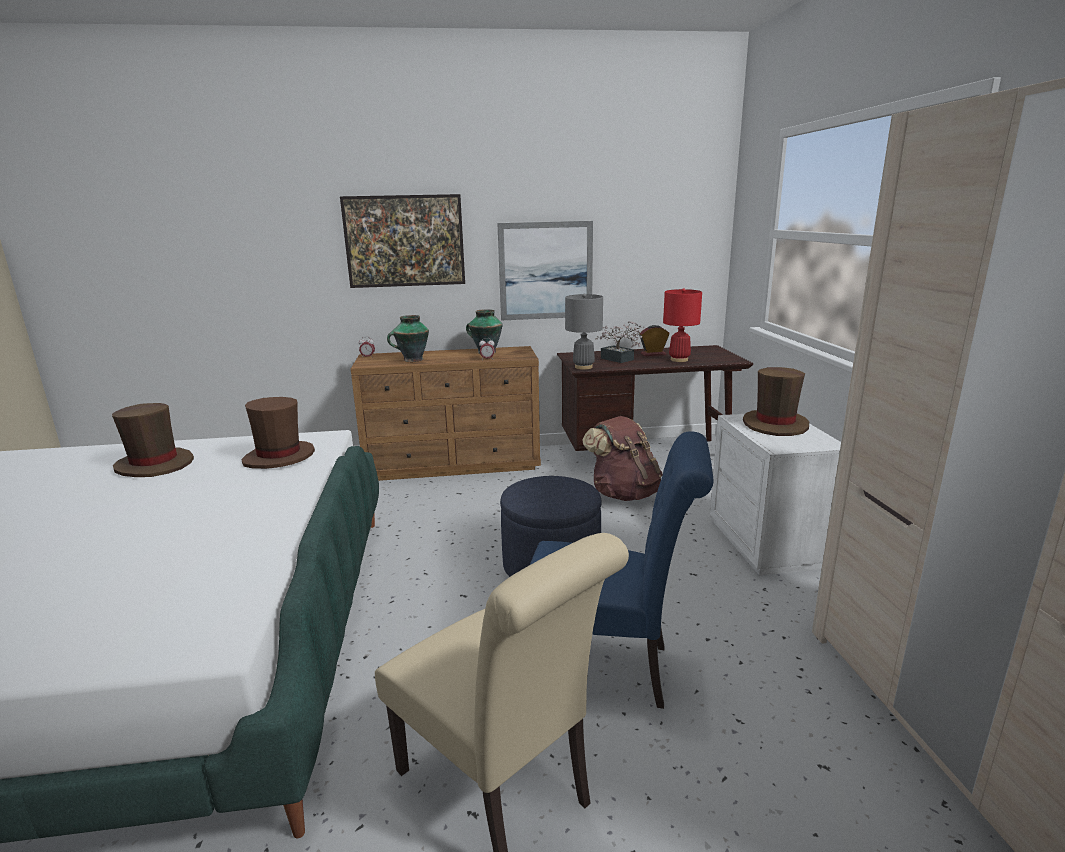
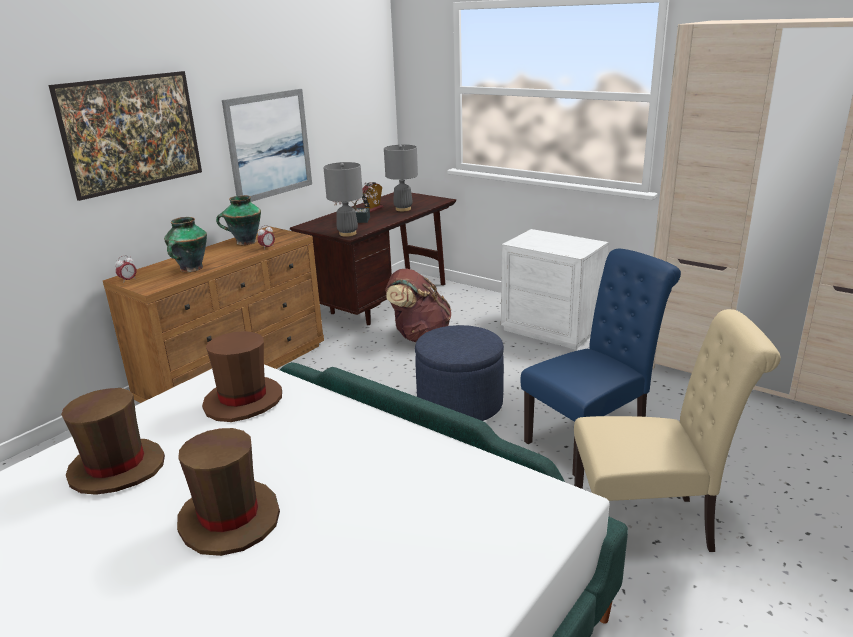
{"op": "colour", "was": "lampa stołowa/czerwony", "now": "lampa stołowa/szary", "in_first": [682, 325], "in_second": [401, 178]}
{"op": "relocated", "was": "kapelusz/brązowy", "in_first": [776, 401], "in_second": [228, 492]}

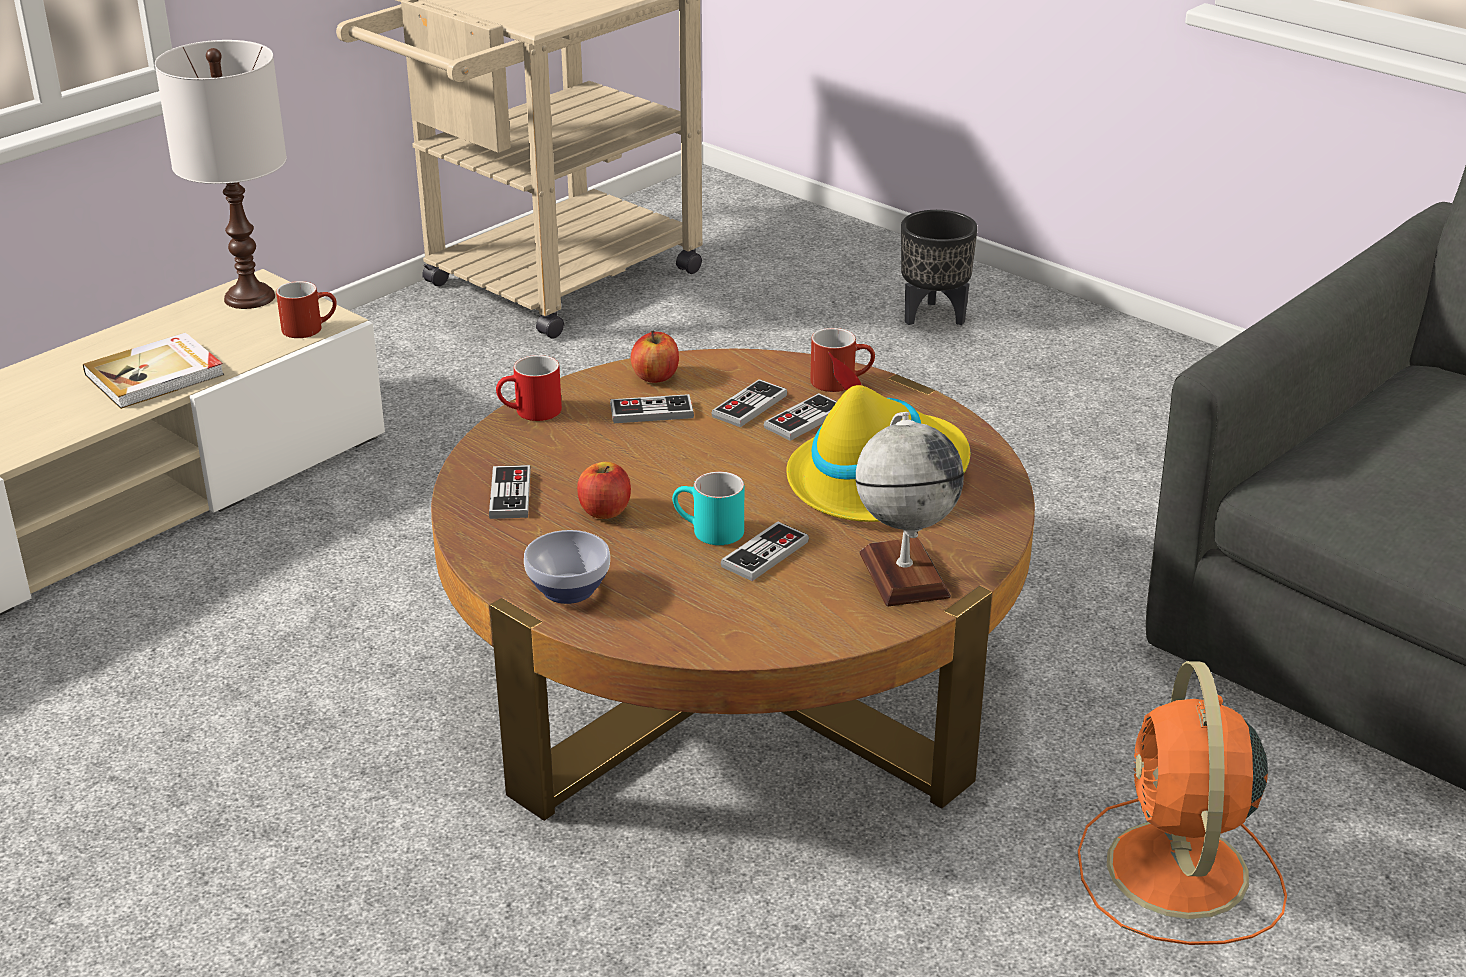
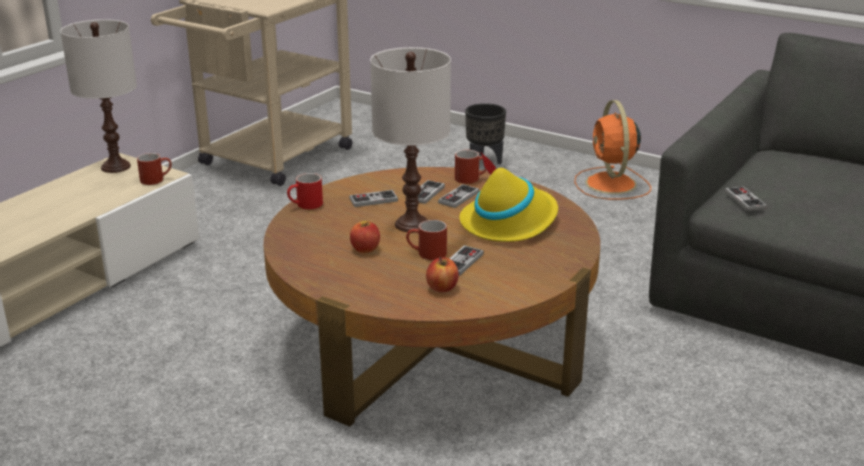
{"op": "missing", "was": "książka", "in_first": [153, 370]}
{"op": "relocated", "was": "pad do gier", "in_first": [510, 492], "in_second": [745, 198]}
{"op": "missing", "was": "miska", "in_first": [567, 567]}
{"op": "relocated", "was": "jabłko", "in_first": [655, 356], "in_second": [442, 274]}
{"op": "colour", "was": "kubek/turkusowy", "now": "kubek/czerwony", "in_first": [708, 508], "in_second": [426, 240]}
{"op": "missing", "was": "globus", "in_first": [910, 509]}
{"op": "relocated", "was": "wentylator/pomarańczowy", "in_first": [1182, 803], "in_second": [612, 150]}
{"op": "appeared", "now": "lampa stołowa/biały", "in_second": [410, 140]}

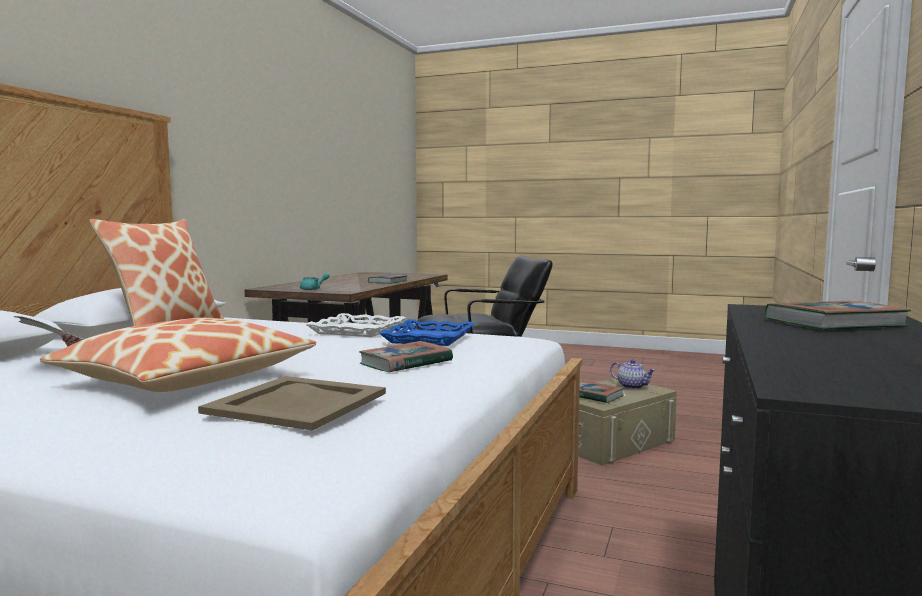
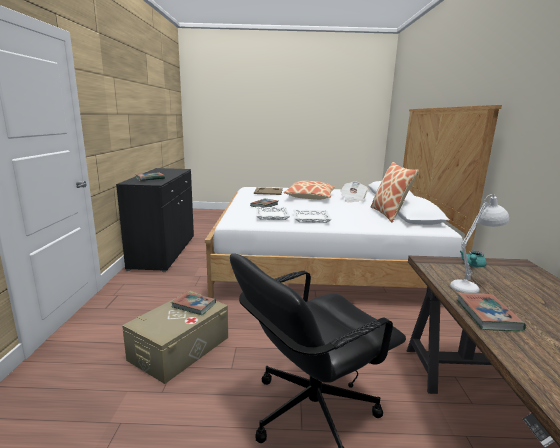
{"op": "colour", "was": "taca/niebieski", "now": "taca/biały", "in_first": [427, 332], "in_second": [273, 213]}
{"op": "missing", "was": "imbryk", "in_first": [633, 374]}
{"op": "appeared", "now": "lampa stołowa/biały", "in_second": [479, 243]}

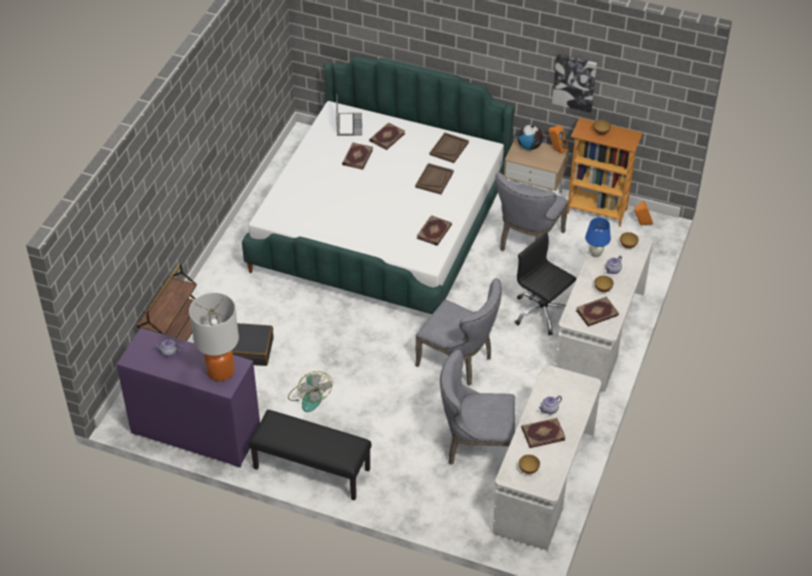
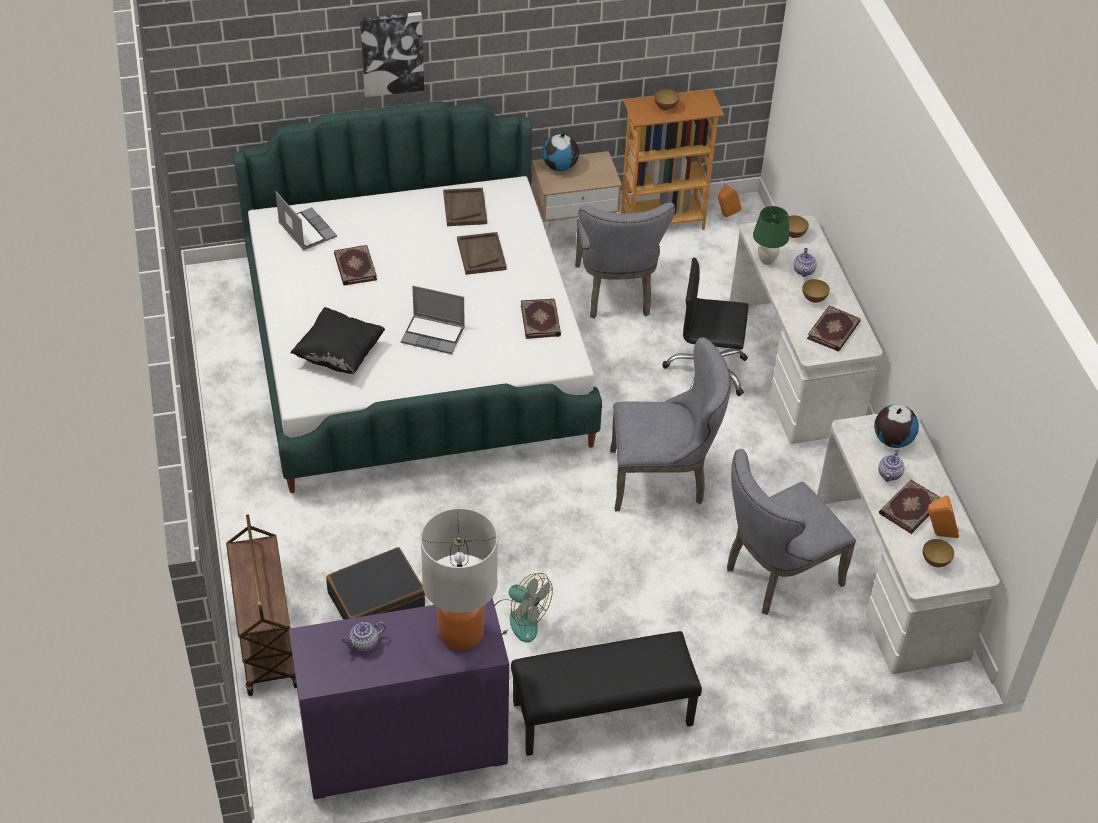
{"op": "missing", "was": "książka", "in_first": [387, 136]}
{"op": "relocated", "was": "głośnik/pomarańczowy", "in_first": [558, 139], "in_second": [943, 516]}
{"op": "relocated", "was": "obraz", "in_first": [574, 83], "in_second": [392, 54]}
{"op": "colour", "was": "lampa stołowa/niebieski", "now": "lampa stołowa/zielony", "in_first": [598, 238], "in_second": [771, 235]}
{"op": "appeared", "now": "poduszka/czarny", "in_second": [337, 340]}
{"op": "appeared", "now": "laptop", "in_second": [433, 320]}
{"op": "appeared", "now": "globus", "in_second": [896, 426]}

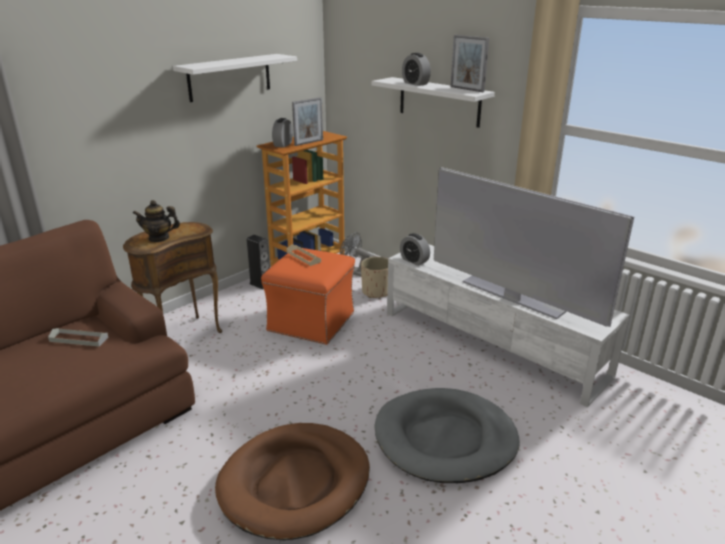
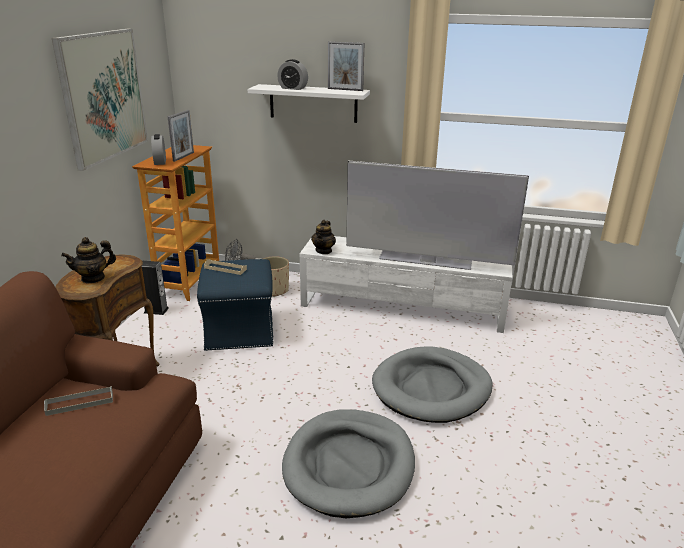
{"op": "exchanged", "was": "półka/biały", "now": "obraz", "in_first": [235, 78], "in_second": [100, 100]}
{"op": "colour", "was": "legowisko/brązowy", "now": "legowisko/szary", "in_first": [292, 481], "in_second": [348, 463]}
{"op": "colour", "was": "pufa/pomarańczowy", "now": "pufa/niebieski", "in_first": [308, 296], "in_second": [235, 305]}
{"op": "exchanged", "was": "budzik", "now": "imbryk", "in_first": [415, 249], "in_second": [323, 237]}

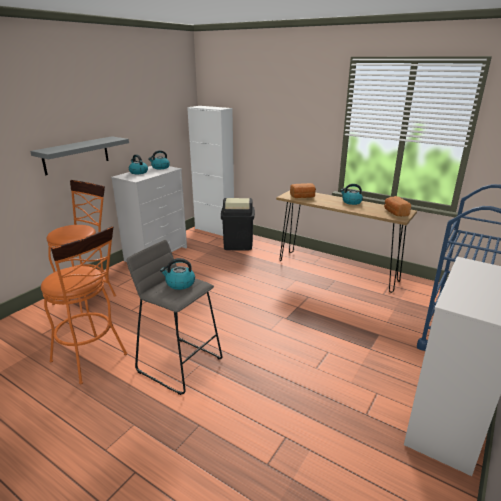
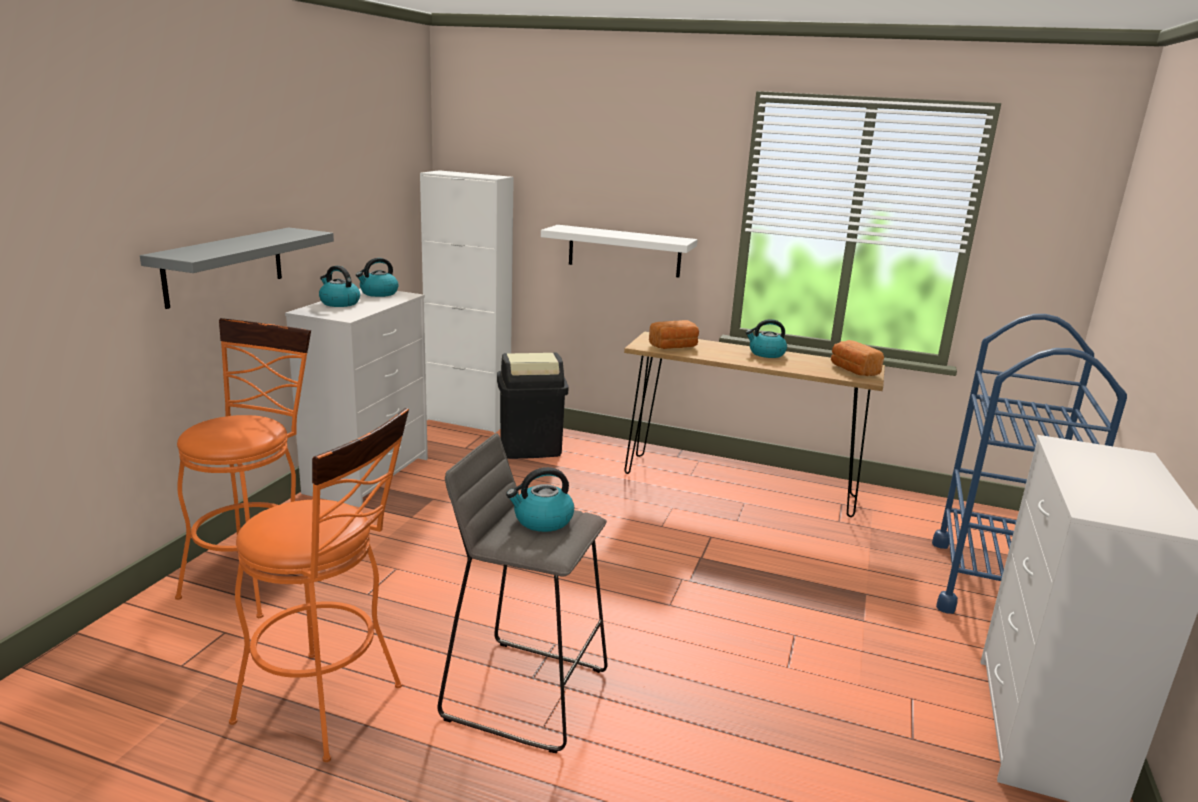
{"op": "appeared", "now": "półka/biały", "in_second": [619, 251]}

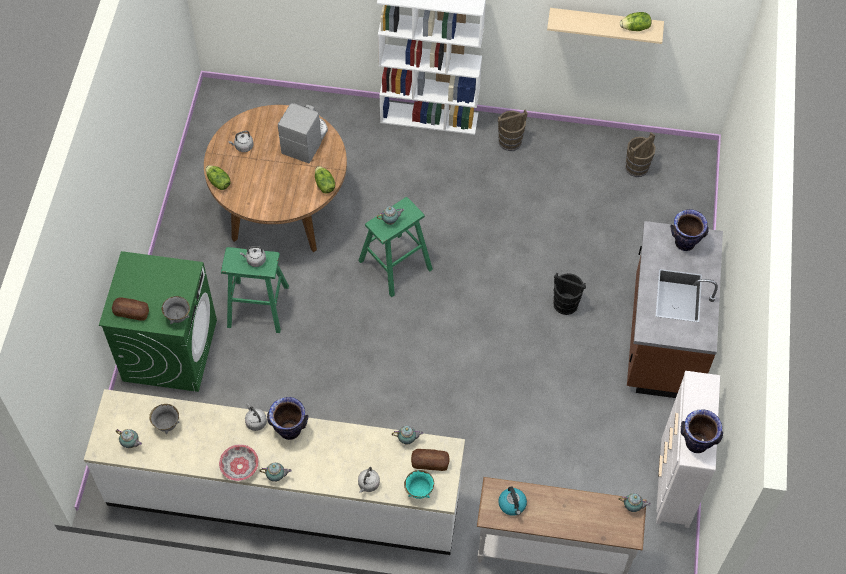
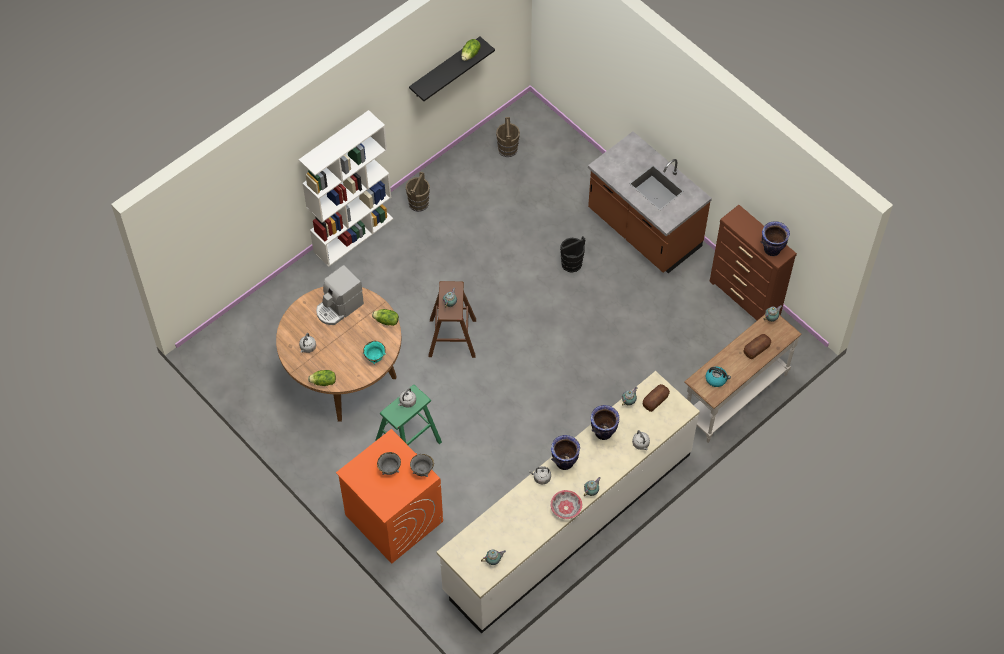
{"op": "colour", "was": "pralka/zielony", "now": "pralka/pomarańczowy", "in_first": [158, 321], "in_second": [389, 496]}
{"op": "relocated", "was": "chleb", "in_first": [130, 309], "in_second": [757, 346]}
{"op": "relocated", "was": "miska/szary", "in_first": [164, 419], "in_second": [389, 463]}
{"op": "spun", "was": "ekspres do kawy", "in_first": [303, 133], "in_second": [340, 295], "clockwise": -105}
{"op": "colour", "was": "stołek/zielony", "now": "stołek/brązowy", "in_first": [395, 247], "in_second": [452, 319]}
{"op": "relocated", "was": "miska/turkusowy", "in_first": [419, 484], "in_second": [374, 353]}
{"op": "colour", "was": "półka/beżowy", "now": "półka/czarny", "in_first": [605, 26], "in_second": [452, 69]}
{"op": "colour", "was": "komoda/biały", "now": "komoda/brązowy", "in_first": [688, 449], "in_second": [753, 262]}
{"op": "relocated", "was": "wazon", "in_first": [689, 230], "in_second": [605, 422]}

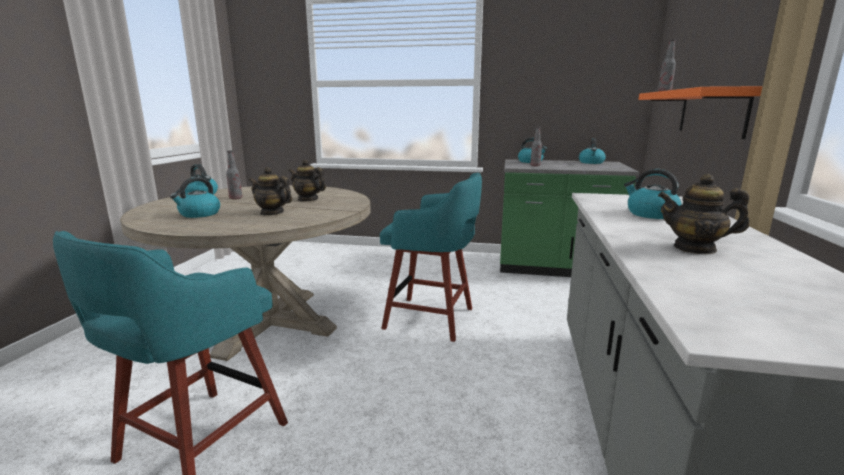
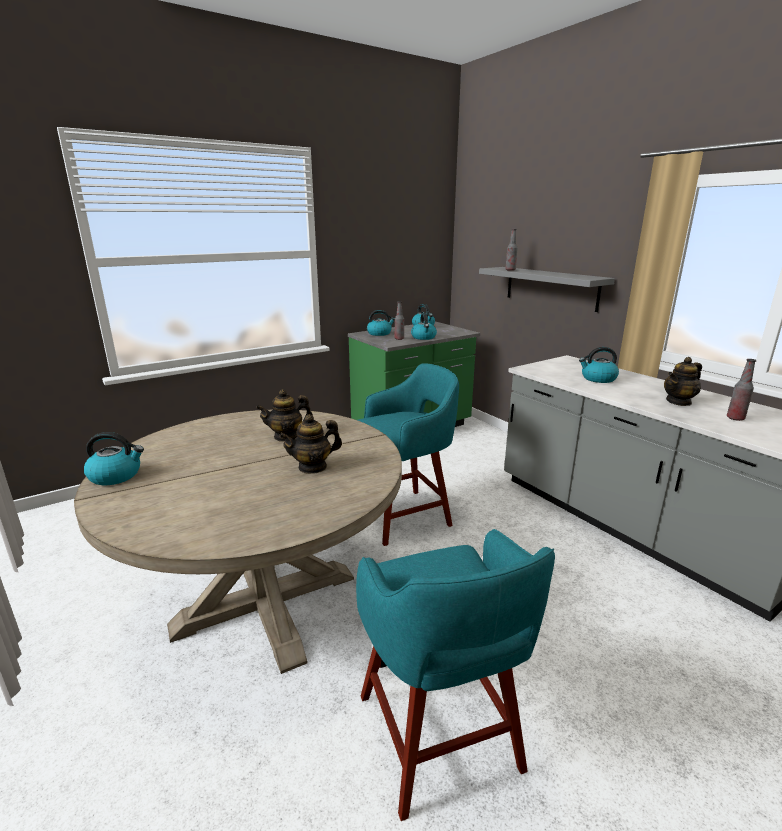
{"op": "relocated", "was": "czajnik", "in_first": [195, 197], "in_second": [424, 326]}
{"op": "relocated", "was": "butelka", "in_first": [234, 174], "in_second": [741, 390]}
{"op": "colour", "was": "półka/pomarańczowy", "now": "półka/szary", "in_first": [700, 112], "in_second": [547, 289]}

